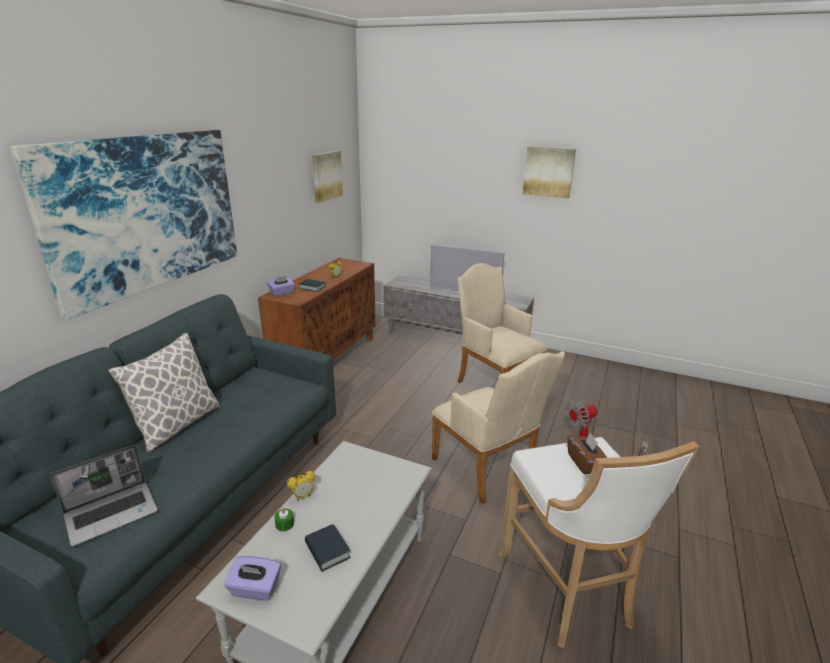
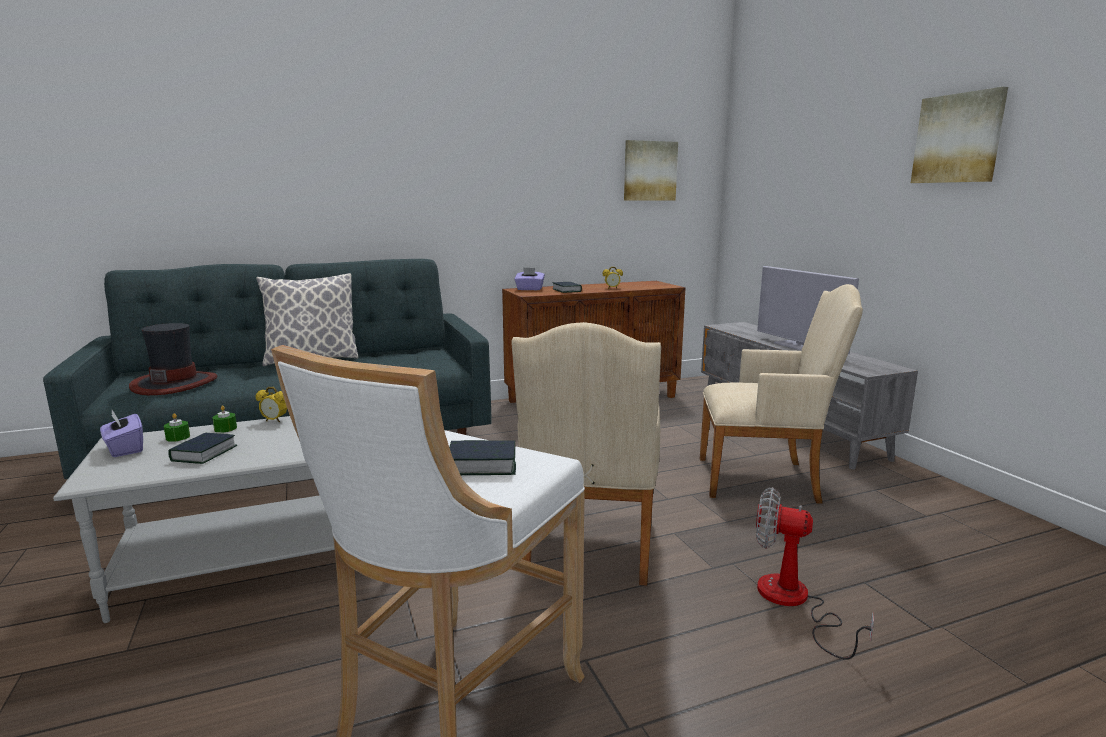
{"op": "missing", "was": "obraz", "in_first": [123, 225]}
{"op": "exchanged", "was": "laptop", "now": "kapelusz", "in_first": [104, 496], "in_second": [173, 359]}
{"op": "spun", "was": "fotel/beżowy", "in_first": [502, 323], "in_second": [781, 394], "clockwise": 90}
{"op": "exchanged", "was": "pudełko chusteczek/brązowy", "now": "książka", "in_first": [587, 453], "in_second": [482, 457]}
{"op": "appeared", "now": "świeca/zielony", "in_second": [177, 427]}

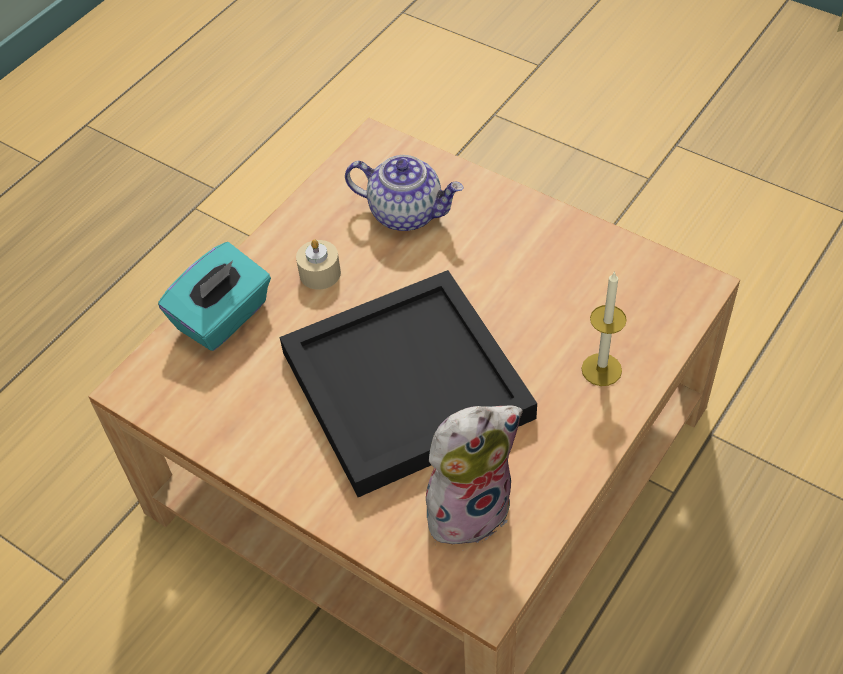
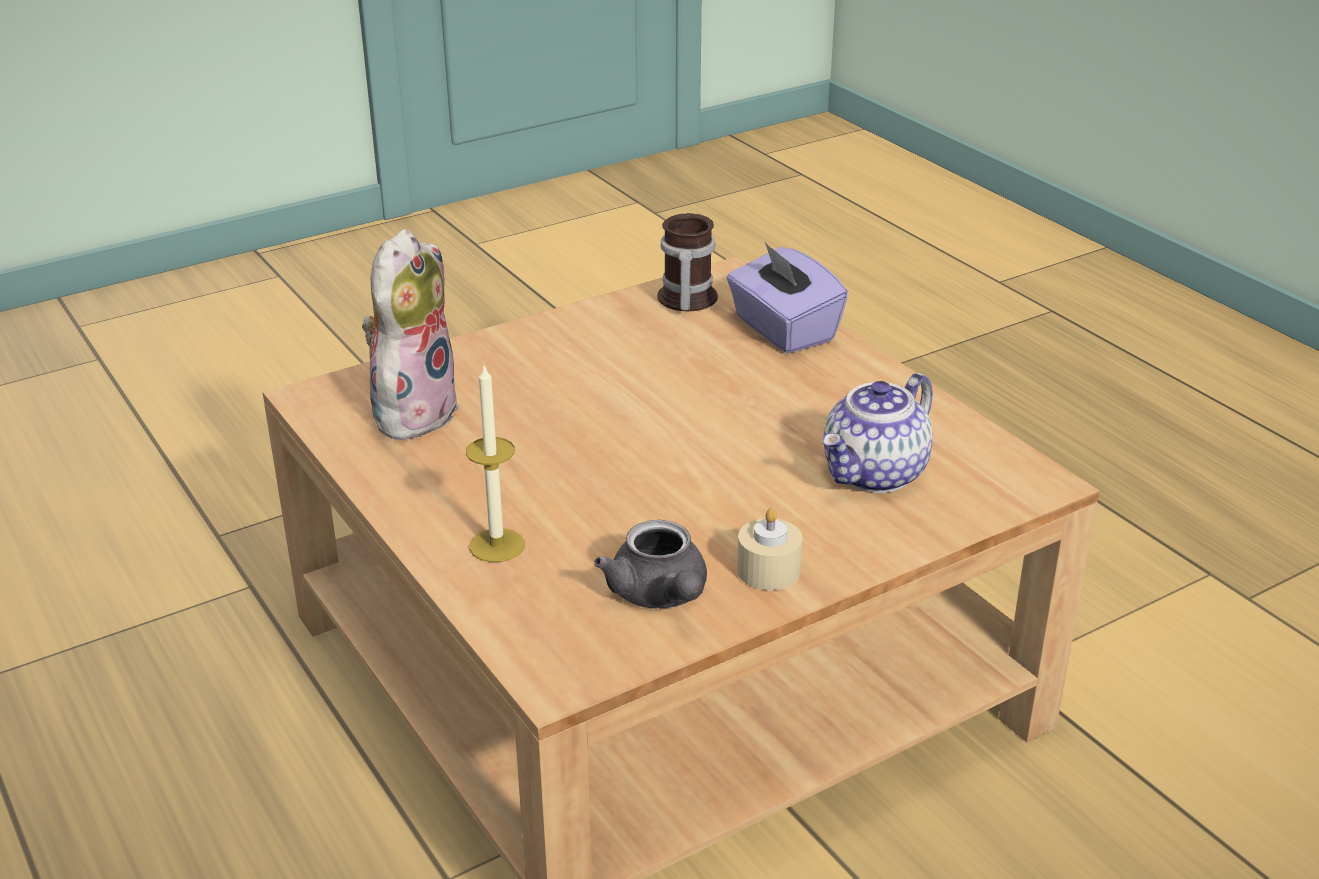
{"op": "colour", "was": "pudełko chusteczek/turkusowy", "now": "pudełko chusteczek/fioletowy", "in_first": [214, 296], "in_second": [787, 297]}
{"op": "missing", "was": "taca/czarny", "in_first": [408, 383]}
{"op": "relocated", "was": "świeca/beżowy", "in_first": [318, 264], "in_second": [769, 549]}
{"op": "spun", "was": "pluszak", "in_first": [474, 478], "in_second": [411, 336], "clockwise": -150}
{"op": "appeared", "now": "imbryk/szary", "in_second": [650, 564]}
{"op": "appeared", "now": "kubek", "in_second": [687, 262]}

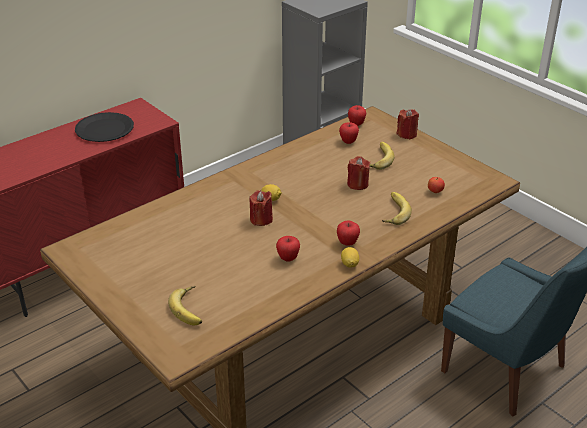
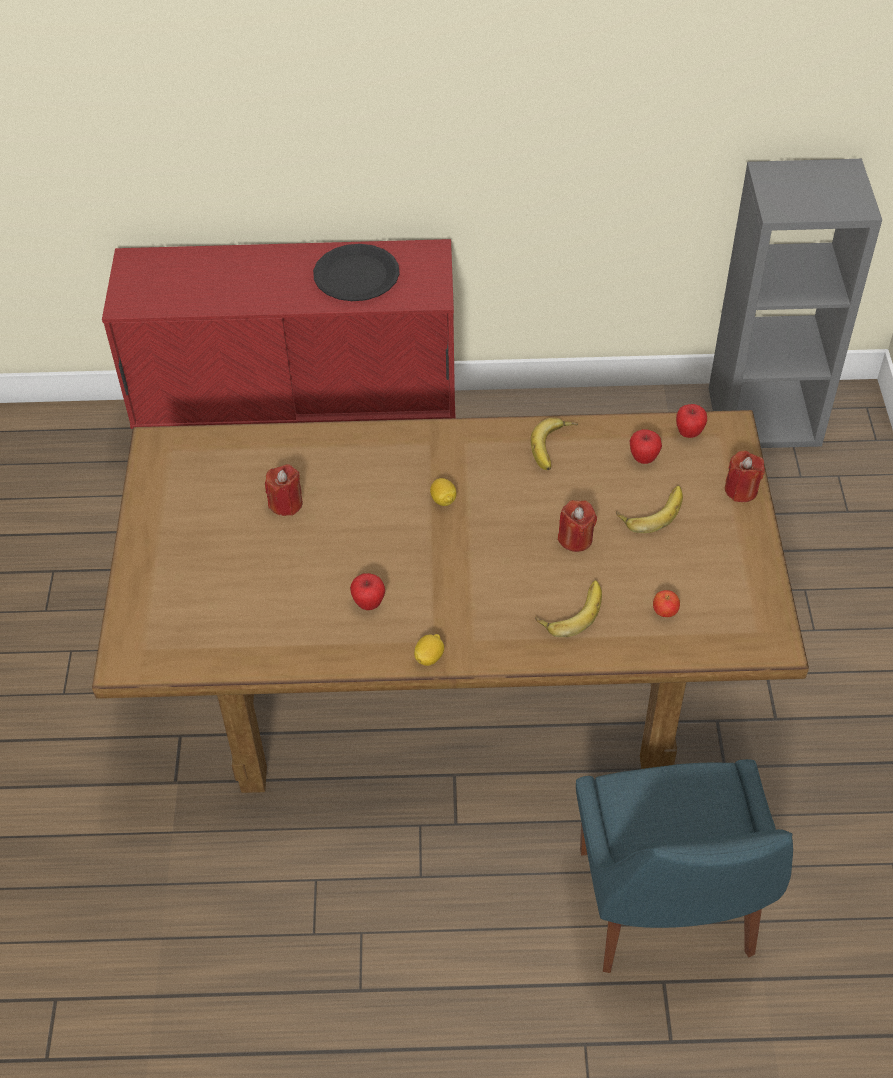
{"op": "relocated", "was": "banan", "in_first": [185, 305], "in_second": [554, 444]}
{"op": "relocated", "was": "świeca/czerwony", "in_first": [261, 208], "in_second": [284, 490]}
{"op": "missing", "was": "jabłko", "in_first": [348, 233]}

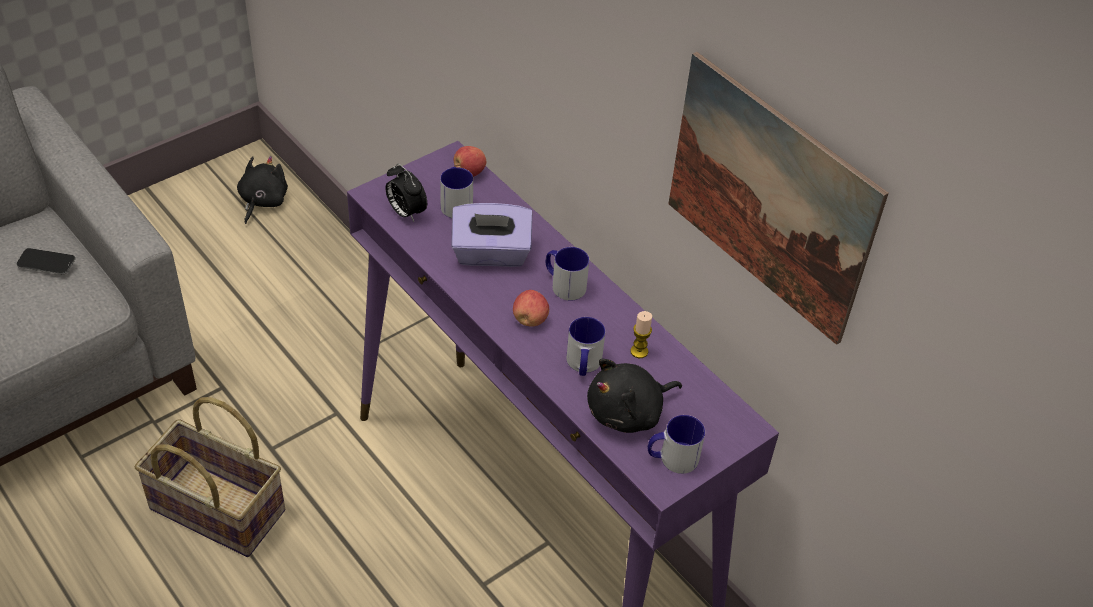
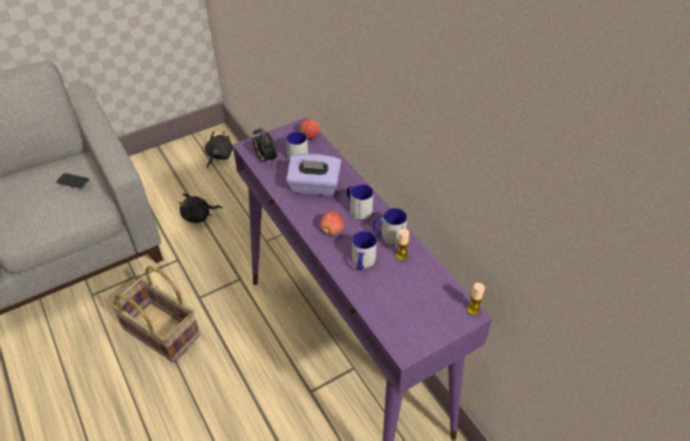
{"op": "relocated", "was": "pluszak/czarny", "in_first": [634, 395], "in_second": [200, 208]}
{"op": "relocated", "was": "kubek", "in_first": [676, 444], "in_second": [390, 226]}
{"op": "missing", "was": "obraz", "in_first": [778, 198]}
{"op": "appeared", "now": "świeca", "in_second": [476, 299]}

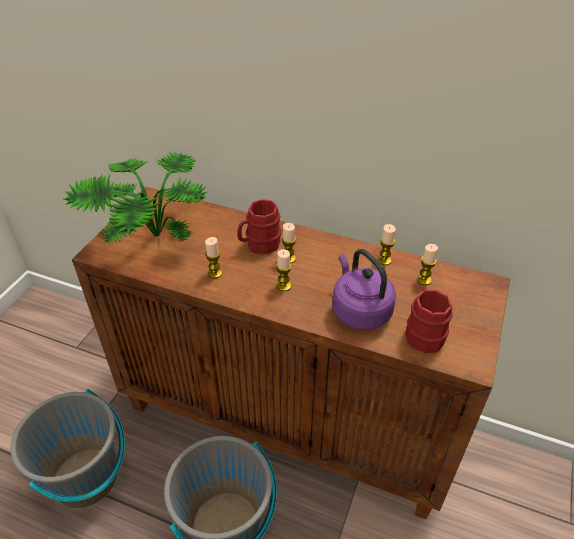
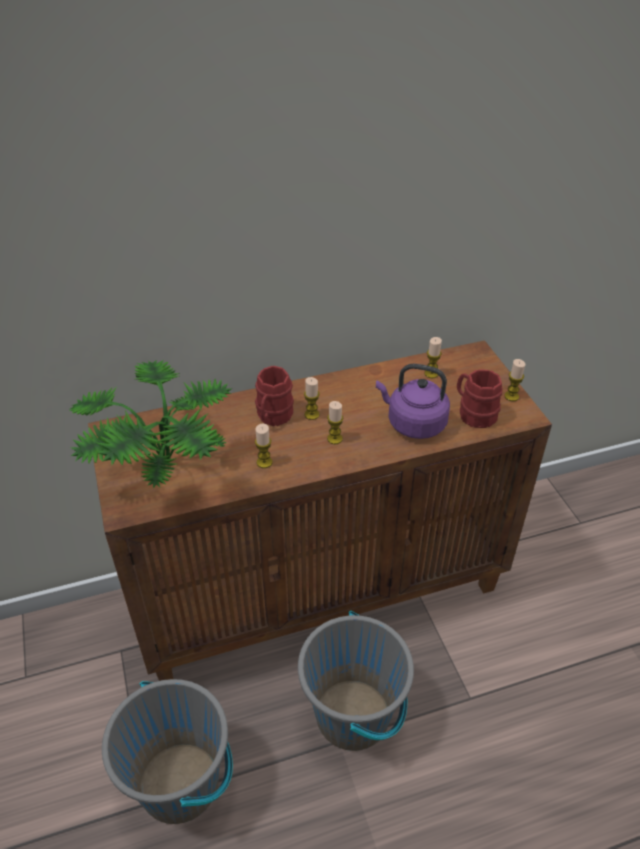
{"op": "relocated", "was": "świeca", "in_first": [386, 244], "in_second": [514, 380]}

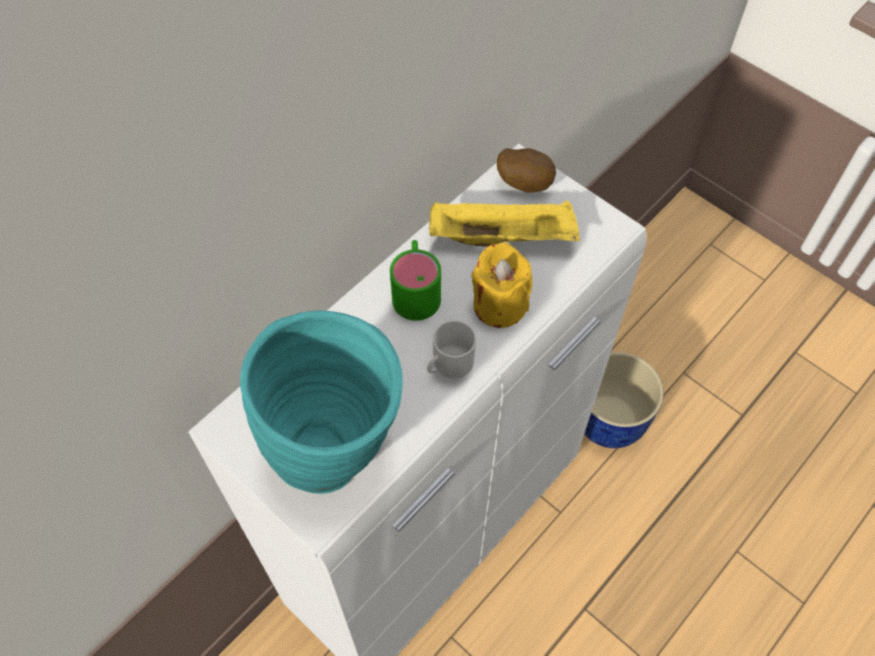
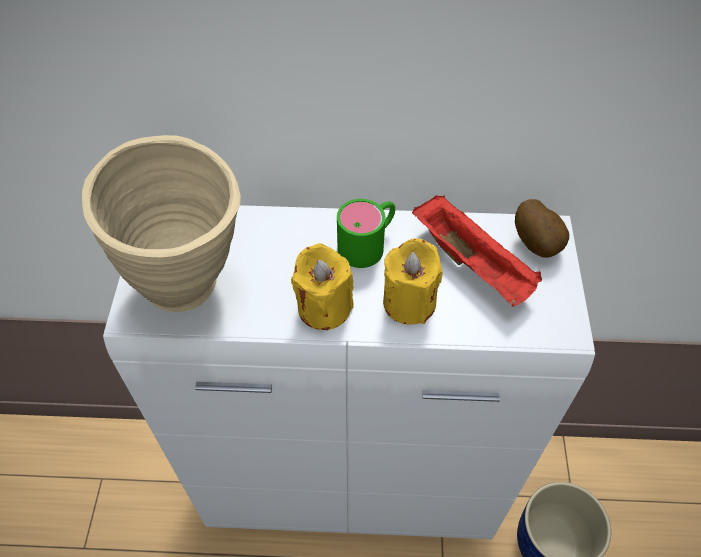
{"op": "colour", "was": "wazon/turkusowy", "now": "wazon/beżowy", "in_first": [321, 402], "in_second": [161, 223]}
{"op": "exchanged", "was": "kubek", "now": "świeca/żółty", "in_first": [451, 349], "in_second": [322, 286]}
{"op": "colour", "was": "taca/żółty", "now": "taca/czerwony", "in_first": [504, 223], "in_second": [477, 251]}

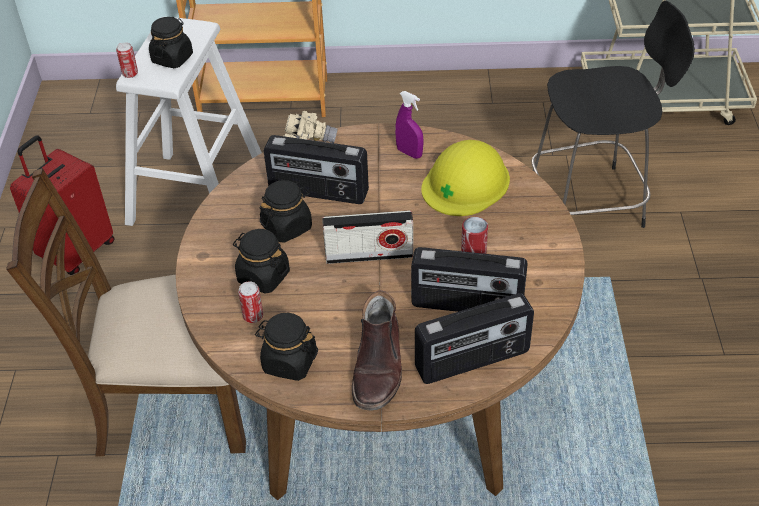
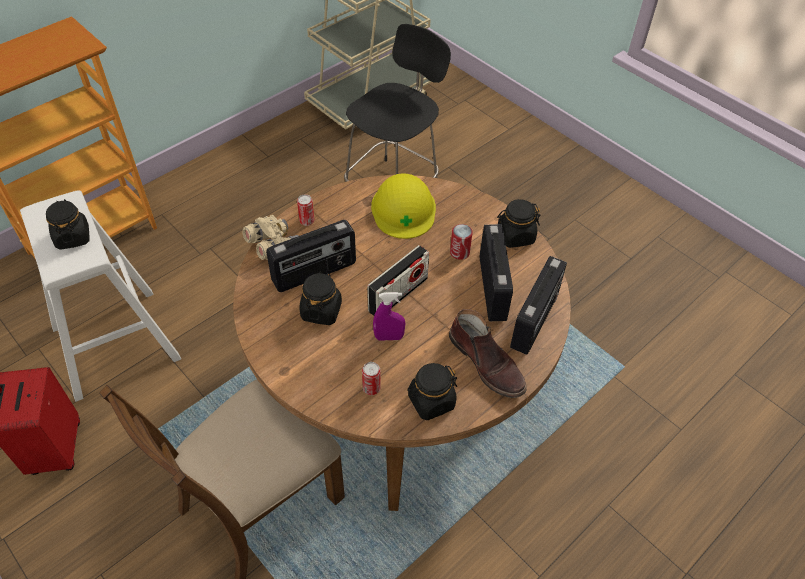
{"op": "relocated", "was": "puszka", "in_first": [127, 60], "in_second": [305, 210]}
{"op": "relocated", "was": "słoik/czarny", "in_first": [261, 261], "in_second": [519, 223]}
{"op": "relocated", "was": "spryskiwacz/fioletowy", "in_first": [409, 125], "in_second": [389, 316]}
{"op": "spun", "was": "radio", "in_first": [469, 279], "in_second": [496, 272], "clockwise": -60}

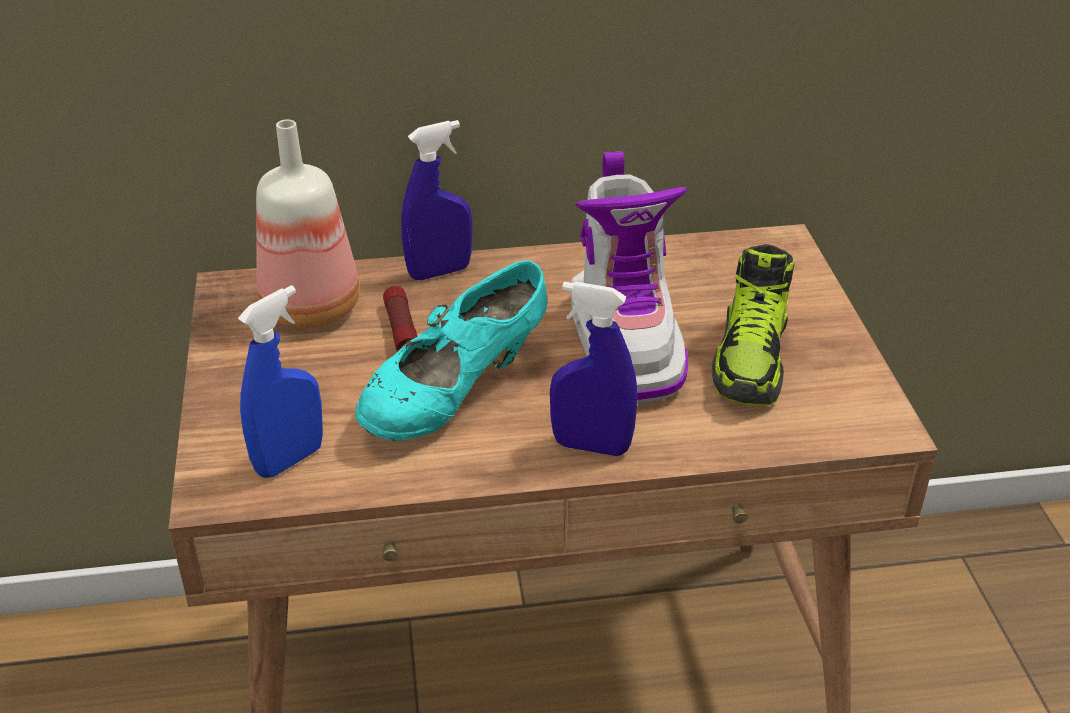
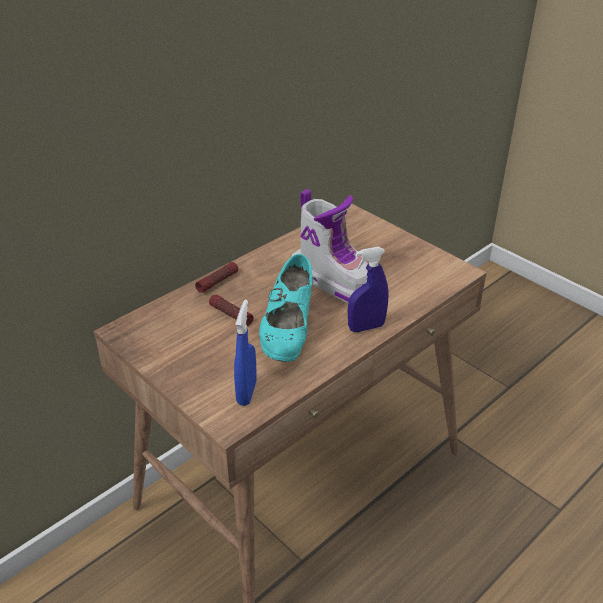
{"op": "missing", "was": "butelka", "in_first": [308, 223]}
{"op": "exchanged", "was": "spryskiwacz/niebieski", "now": "latarka", "in_first": [436, 200], "in_second": [216, 277]}
{"op": "missing", "was": "but", "in_first": [753, 325]}

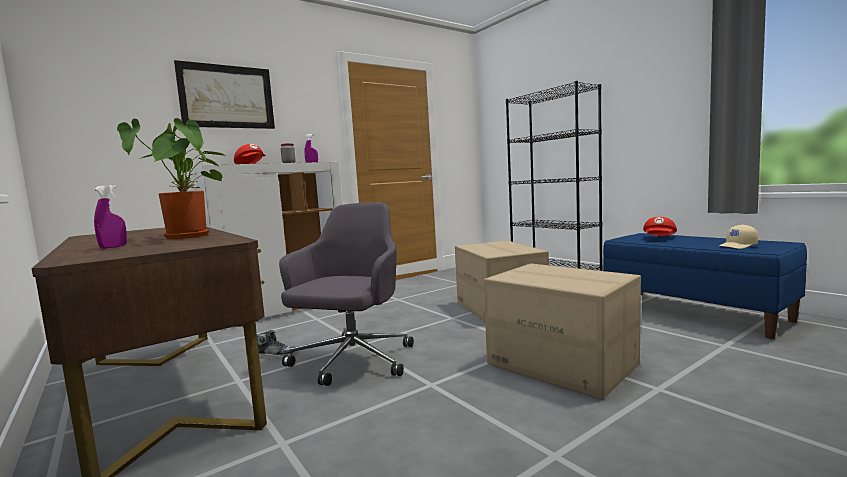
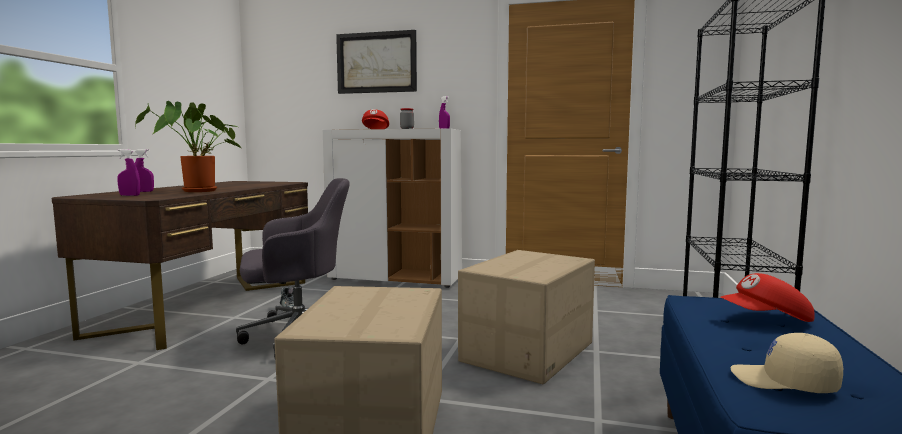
{"op": "appeared", "now": "spryskiwacz/fioletowy", "in_second": [128, 172]}

